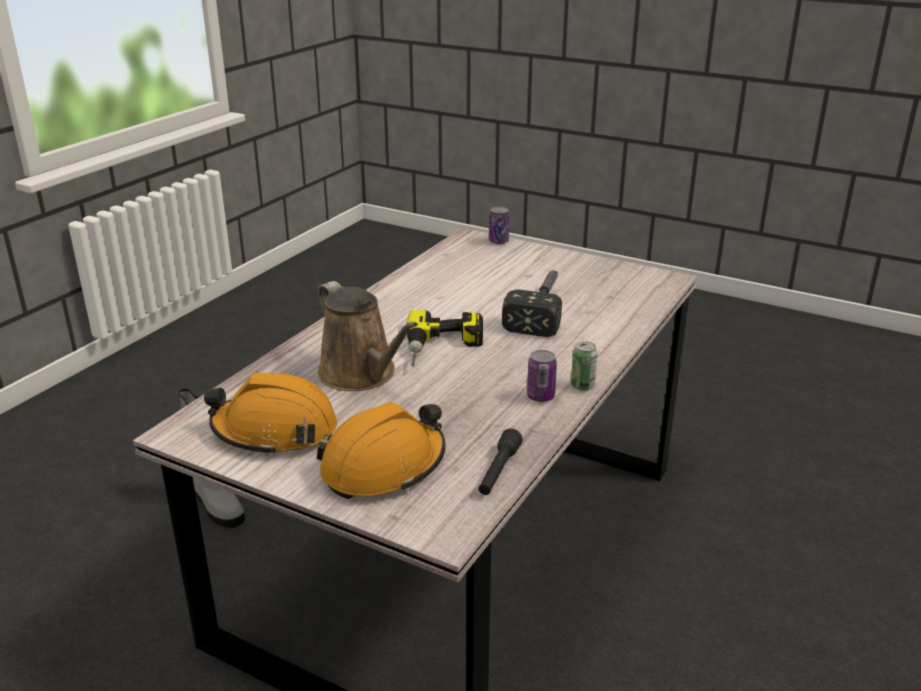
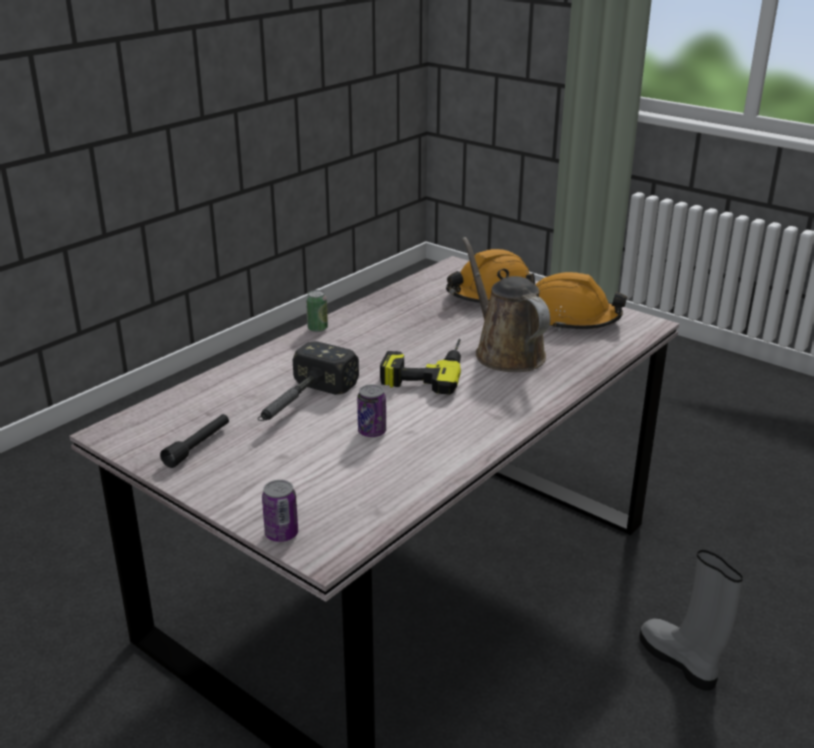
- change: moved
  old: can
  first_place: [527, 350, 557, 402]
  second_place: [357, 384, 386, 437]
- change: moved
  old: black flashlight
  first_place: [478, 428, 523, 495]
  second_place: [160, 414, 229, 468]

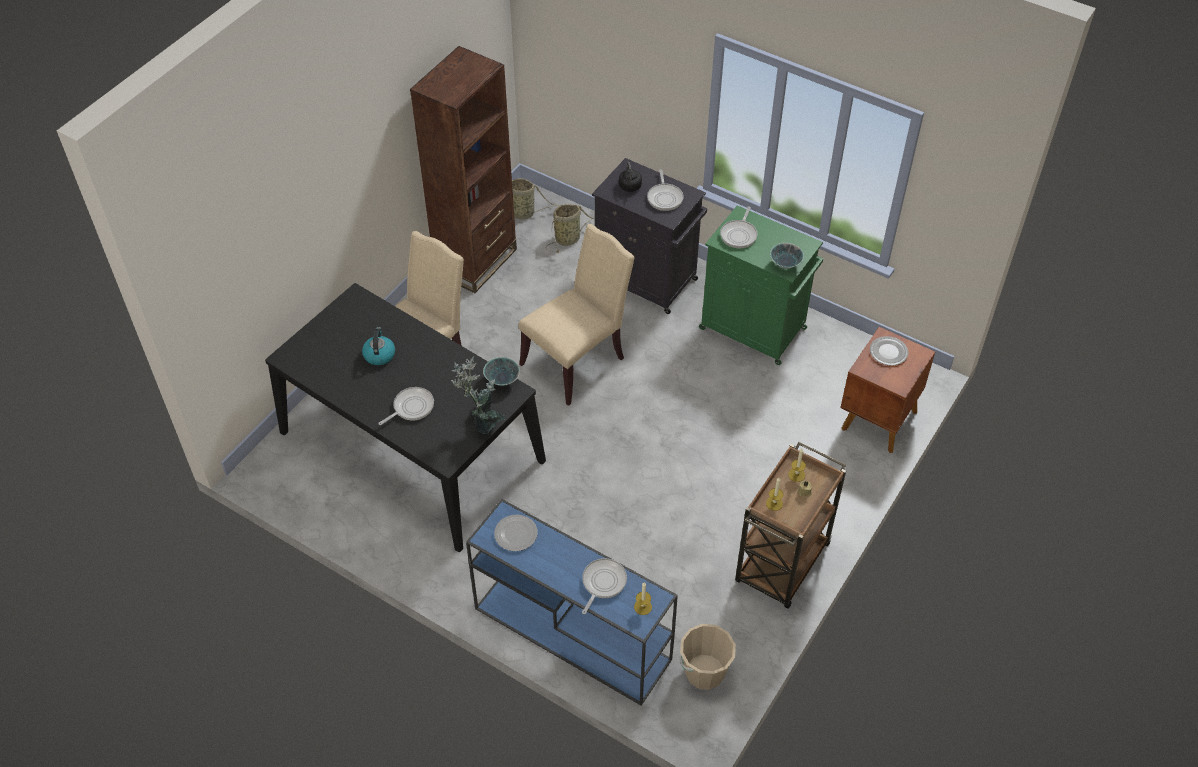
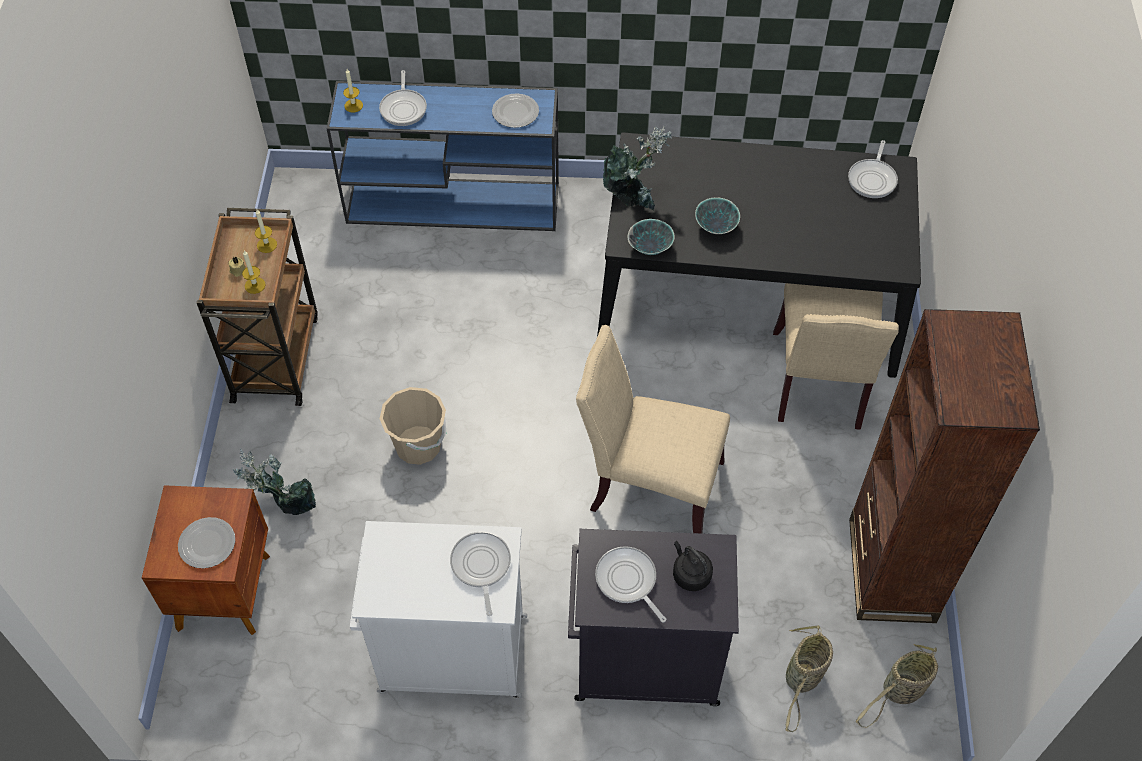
- change: recoloured
  old: green cabinet
  new: white cabinet
  first_place: [699, 205, 823, 365]
  second_place: [350, 521, 527, 699]
- change: turned
  old: beige chair
  first_place: [519, 224, 634, 406]
  second_place: [576, 325, 730, 534]
  degrees: 90
- change: moved
  old: bowl
  first_place: [770, 243, 804, 269]
  second_place: [695, 197, 740, 234]
- change: removed
  old: kettle
  first_place: [362, 327, 395, 365]
- change: moved
  old: frying pan
  first_place: [378, 387, 434, 425]
  second_place: [848, 140, 898, 198]
- change: moved
  old: beige bucket
  first_place: [679, 624, 736, 690]
  second_place: [380, 387, 446, 465]
- change: added
  new: potted plant
  second_place: [232, 448, 316, 515]

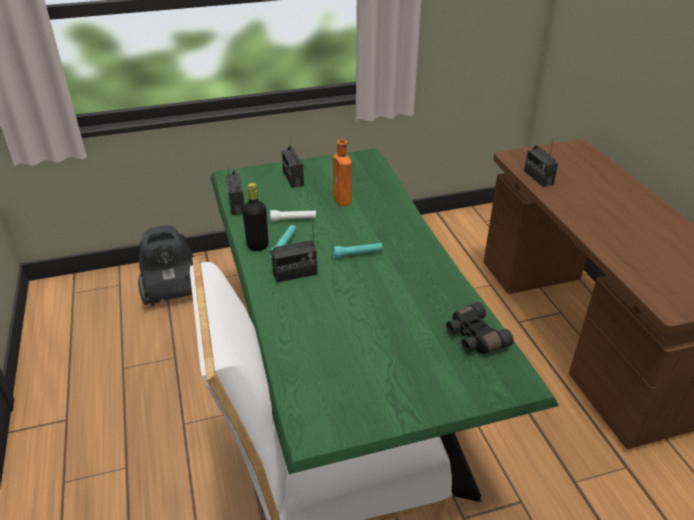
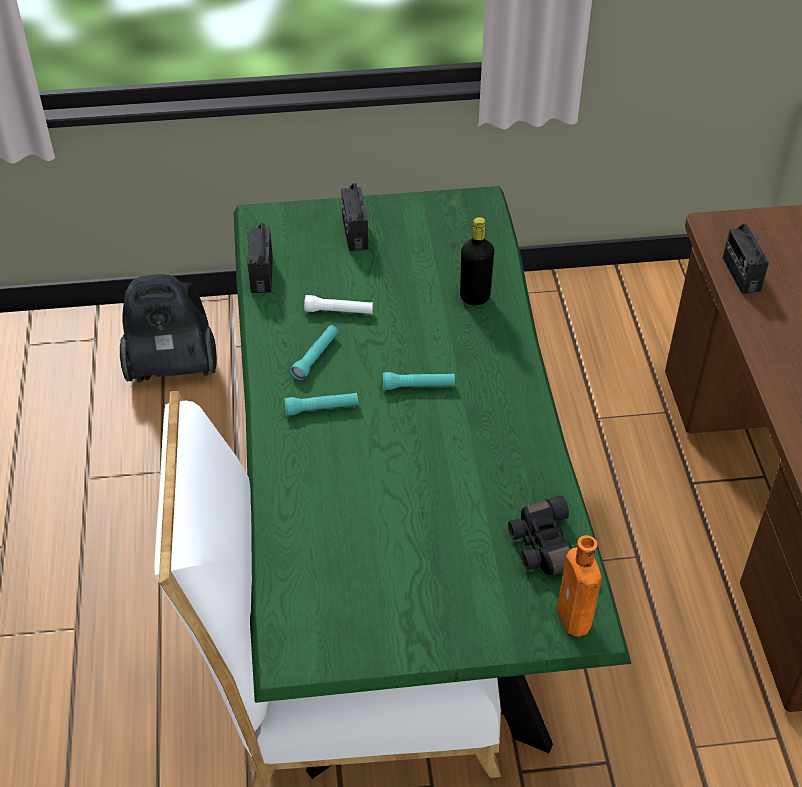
- change: moved
  old: orange bottle
  first_place: [333, 140, 352, 206]
  second_place: [557, 535, 602, 637]
- change: moved
  old: black bottle
  first_place: [242, 183, 269, 251]
  second_place: [460, 217, 494, 305]
- change: replaced
  old: radio
  new: turquoise flashlight
  first_place: [271, 221, 318, 283]
  second_place: [284, 393, 358, 416]

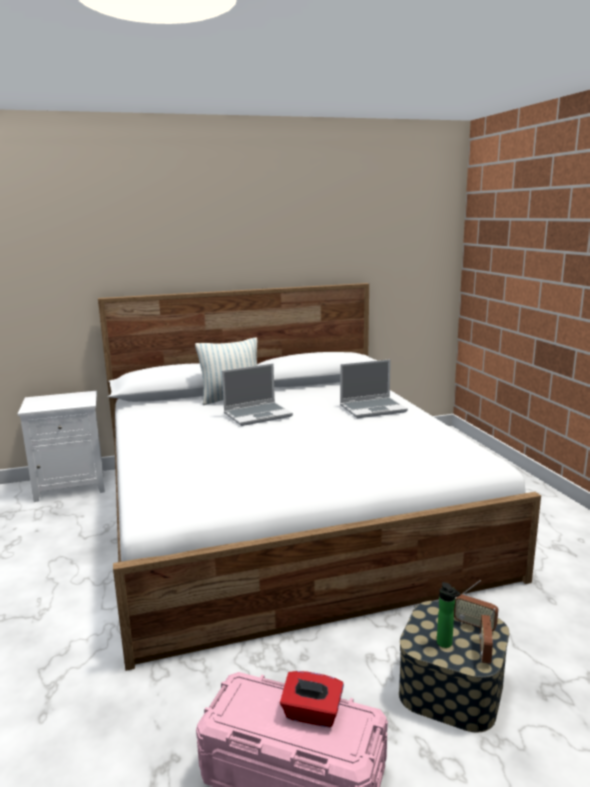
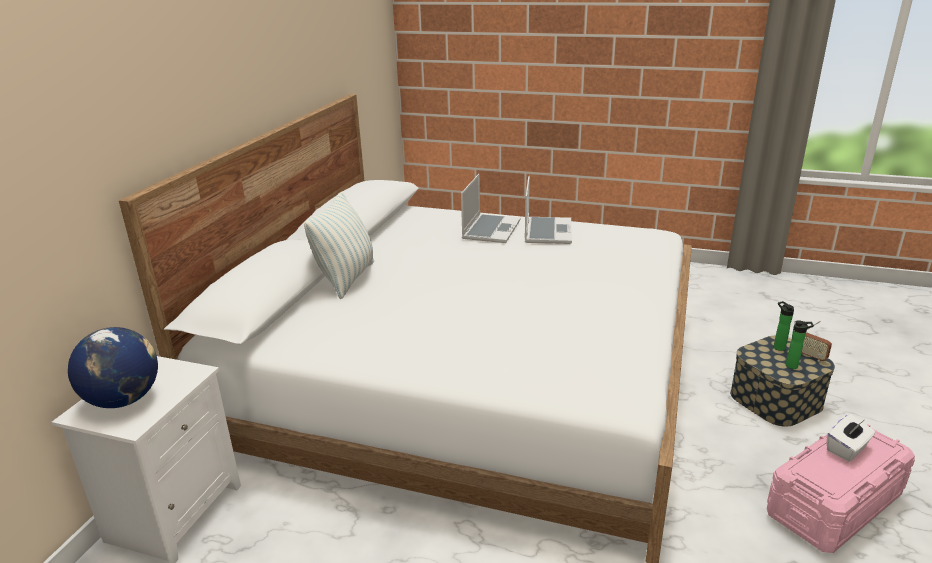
- change: moved
  old: laptop
  first_place: [222, 363, 293, 426]
  second_place: [525, 176, 572, 244]
- change: replaced
  old: radio
  new: bottle
  first_place: [454, 580, 498, 631]
  second_place: [774, 301, 794, 351]
- change: recoloured
  old: red tissue box
  new: white tissue box
  first_place: [280, 671, 344, 728]
  second_place: [827, 414, 875, 461]
- change: added
  new: globe
  second_place: [68, 327, 158, 408]

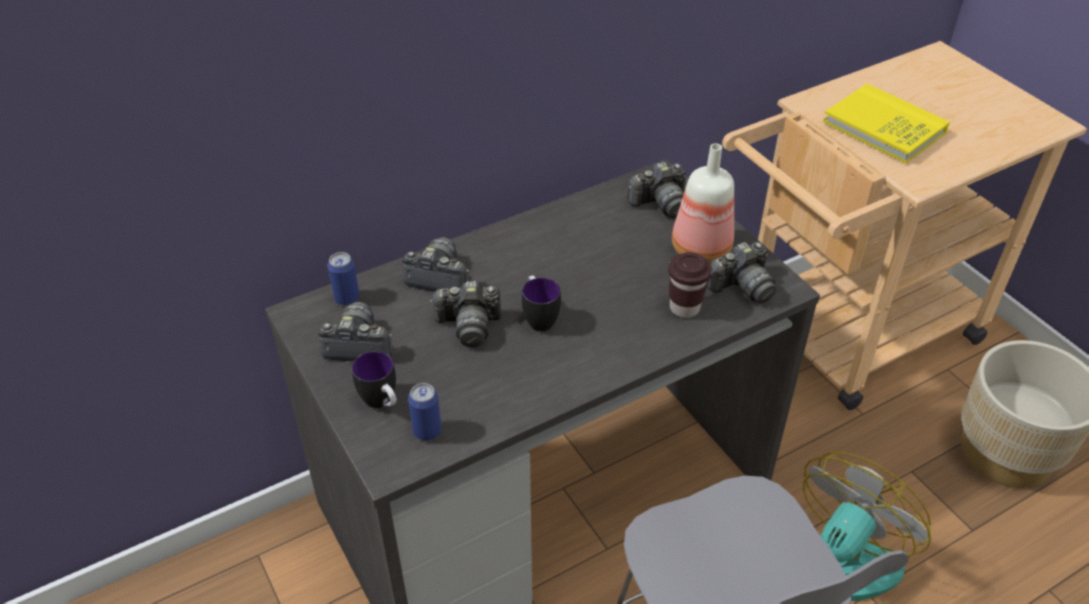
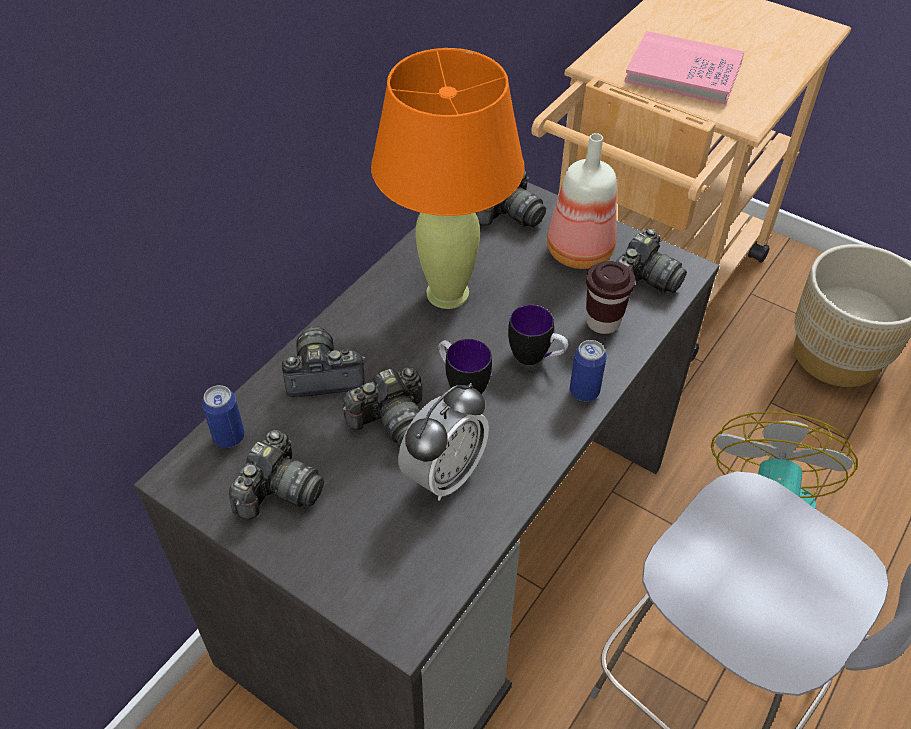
- change: recoloured
  old: yellow book
  new: pink book
  first_place: [823, 84, 950, 164]
  second_place: [624, 31, 745, 105]
- change: turned
  old: photo camera
  first_place: [318, 302, 392, 361]
  second_place: [229, 430, 324, 520]
  degrees: 135
- change: moved
  old: mug
  first_place: [352, 351, 397, 408]
  second_place: [508, 305, 568, 365]
- change: moved
  old: can
  first_place: [408, 383, 442, 441]
  second_place: [570, 340, 607, 401]
- change: added
  new: orange table lamp
  second_place: [371, 48, 524, 309]
- change: added
  new: alarm clock
  second_place: [398, 383, 489, 501]

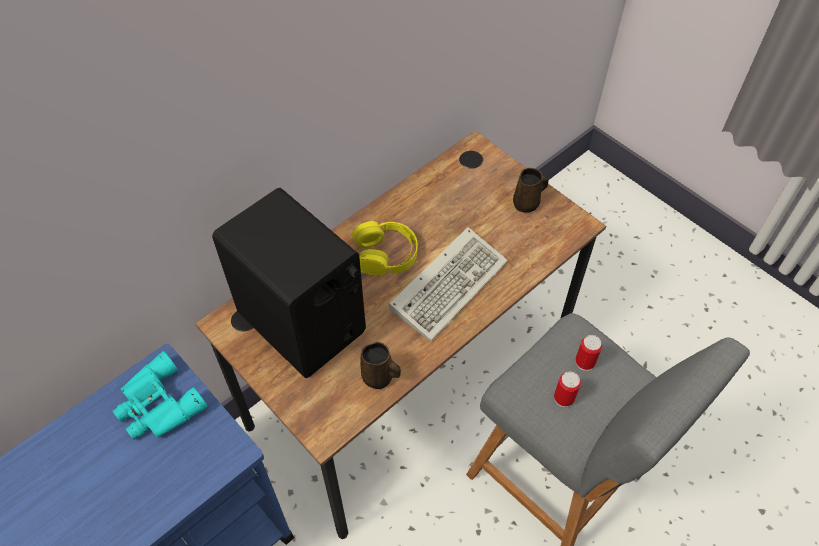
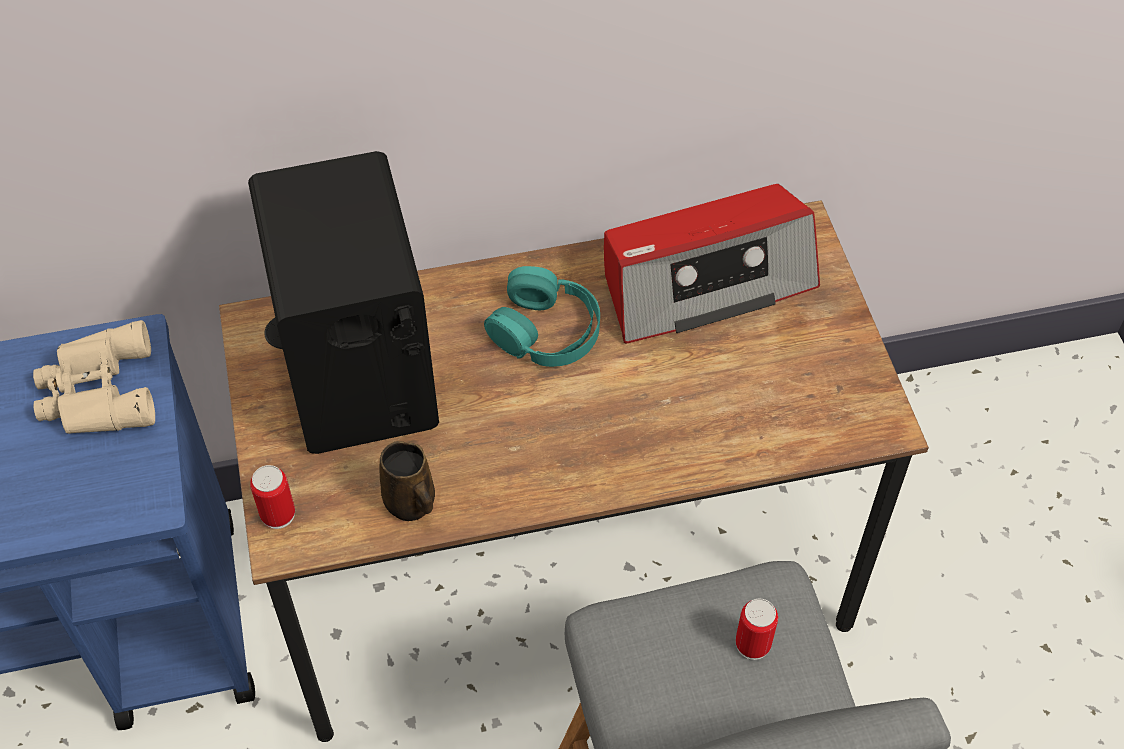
- change: removed
  old: brown mug
  first_place: [513, 168, 549, 213]
- change: recoloured
  old: yellow headphones
  new: turquoise headphones
  first_place: [352, 221, 418, 275]
  second_place: [484, 266, 600, 367]
- change: removed
  old: keyboard
  first_place: [389, 227, 508, 341]
- change: recoloured
  old: turquoise binoculars
  new: beige binoculars
  first_place: [113, 351, 208, 440]
  second_place: [33, 320, 155, 434]
- change: moved
  old: can
  first_place: [554, 371, 581, 407]
  second_place: [250, 465, 295, 529]
- change: added
  new: radio
  second_place: [604, 184, 820, 344]

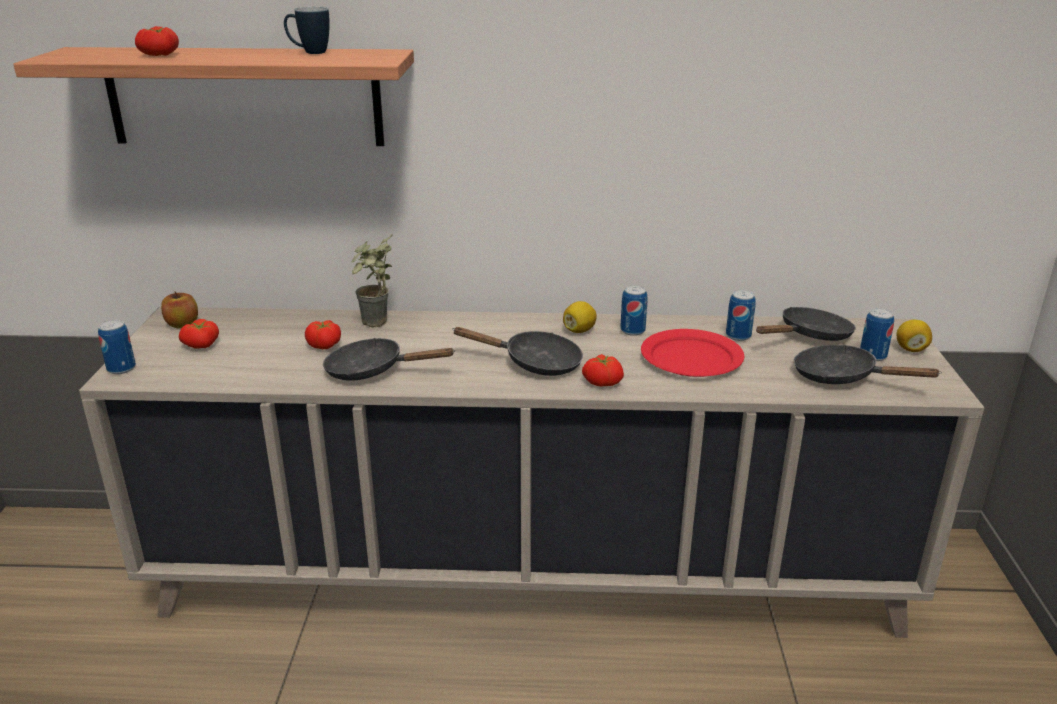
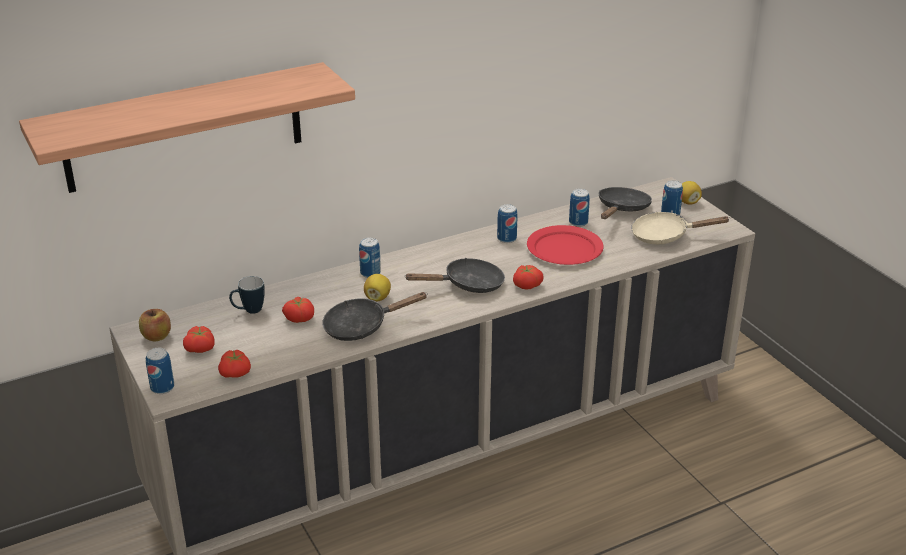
- change: moved
  old: mug
  first_place: [284, 7, 330, 54]
  second_place: [229, 276, 265, 314]
- change: moved
  old: tomato
  first_place: [135, 26, 179, 56]
  second_place: [218, 350, 251, 378]
- change: removed
  old: potted plant
  first_place: [352, 233, 393, 328]
- change: moved
  old: lemon
  first_place: [563, 301, 597, 333]
  second_place: [364, 274, 391, 301]
- change: recoloured
  old: black frying pan
  new: beige frying pan
  first_place: [794, 345, 942, 384]
  second_place: [631, 212, 730, 244]
- change: added
  new: can
  second_place: [359, 237, 381, 278]

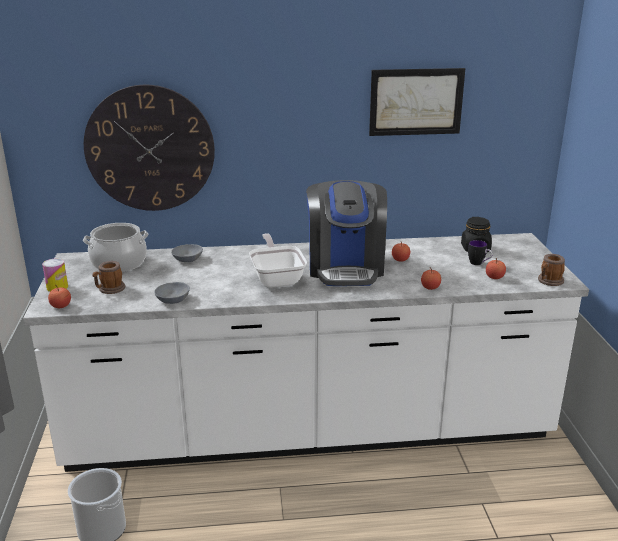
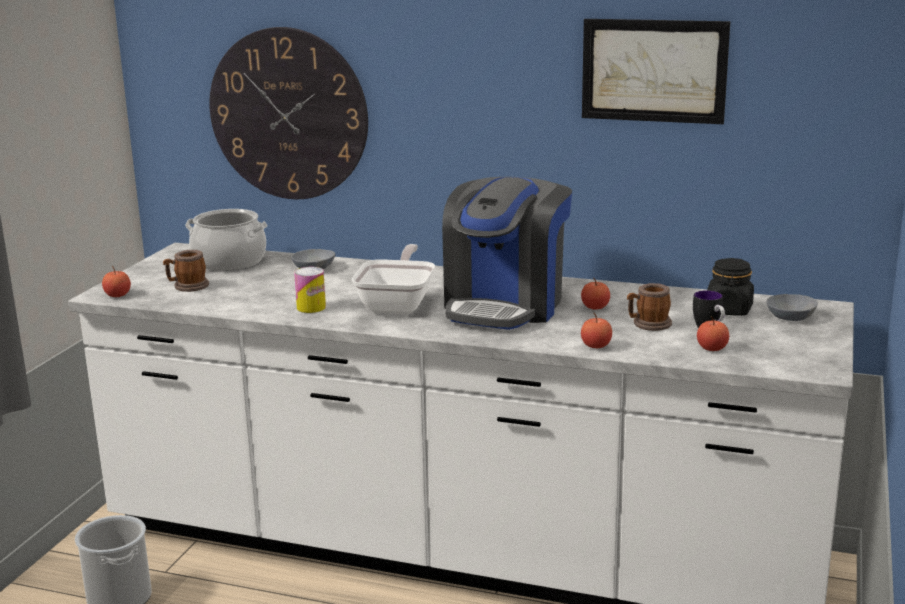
- change: moved
  old: mug
  first_place: [538, 254, 565, 286]
  second_place: [627, 283, 672, 331]
- change: moved
  old: can
  first_place: [42, 258, 68, 292]
  second_place: [294, 267, 326, 313]
- change: moved
  old: grey bowl
  first_place: [154, 282, 190, 304]
  second_place: [766, 294, 818, 321]

